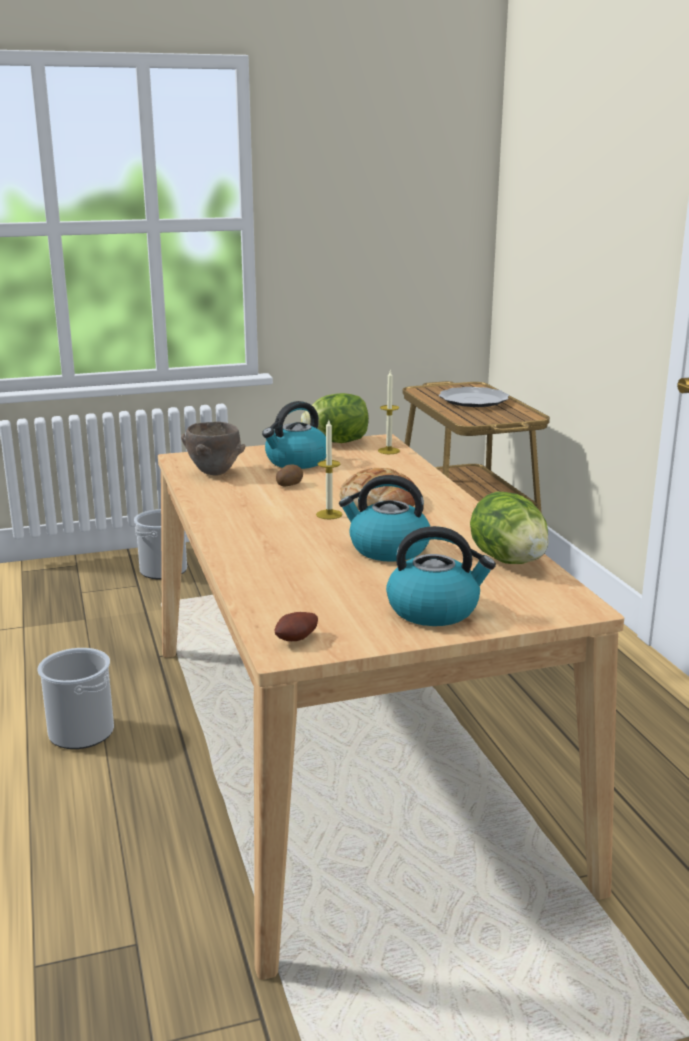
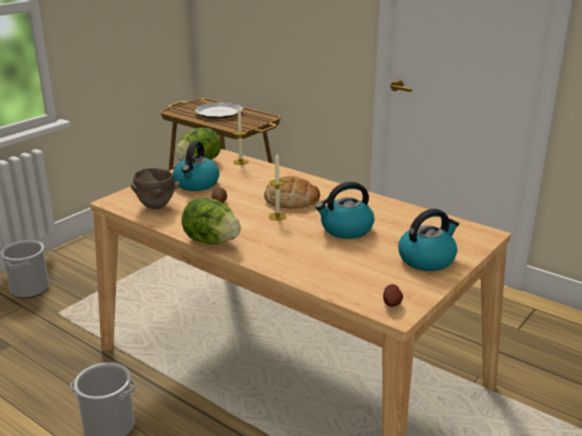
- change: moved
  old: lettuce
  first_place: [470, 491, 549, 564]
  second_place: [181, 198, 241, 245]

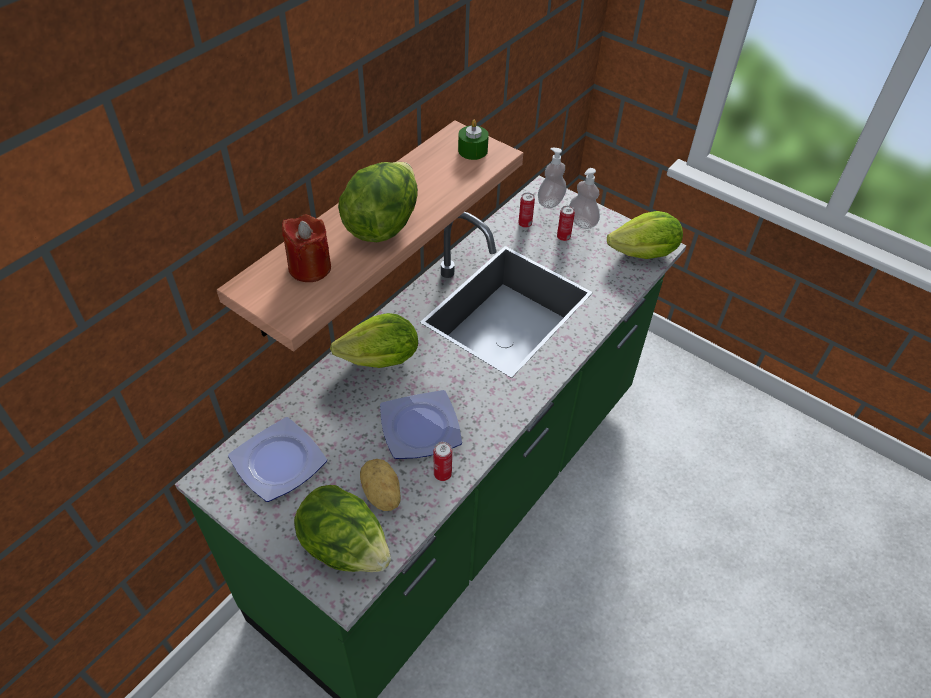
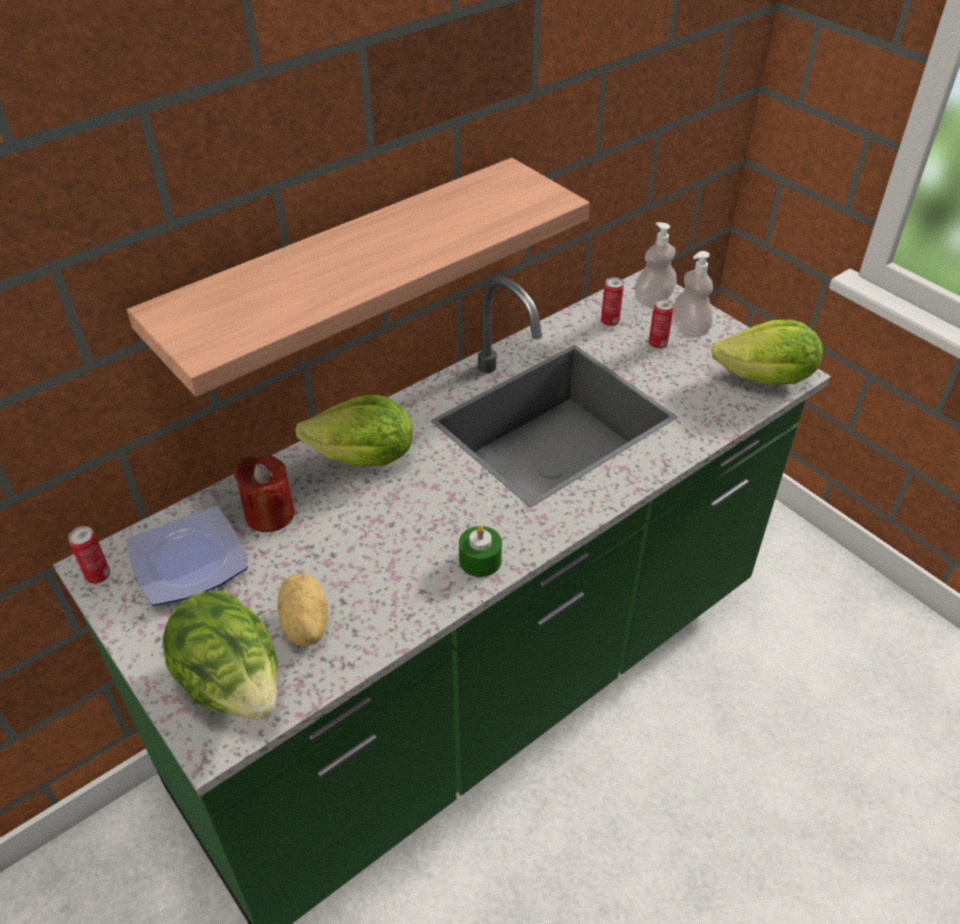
- change: moved
  old: green candle
  first_place: [458, 120, 489, 160]
  second_place: [459, 526, 502, 577]
- change: removed
  old: lettuce
  first_place: [338, 162, 418, 242]
- change: moved
  old: red candle
  first_place: [282, 215, 331, 282]
  second_place: [234, 455, 295, 532]
- change: removed
  old: plate
  first_place: [380, 390, 462, 459]
- change: moved
  old: can
  first_place: [434, 442, 452, 481]
  second_place: [68, 526, 110, 584]

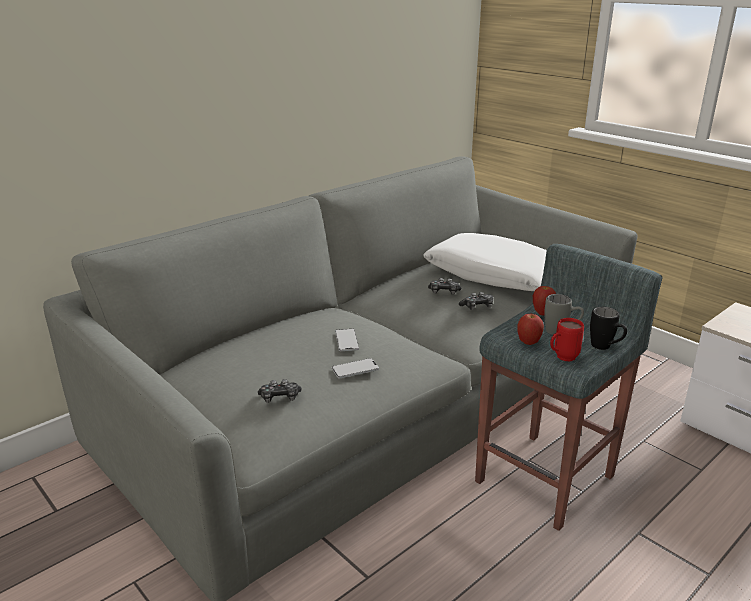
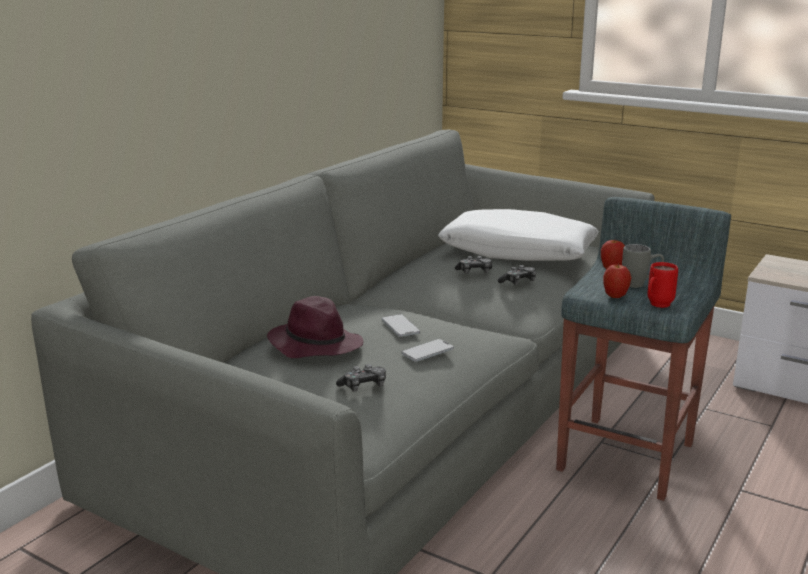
- change: removed
  old: black mug
  first_place: [590, 307, 627, 350]
- change: added
  new: purple hat
  second_place: [267, 296, 364, 358]

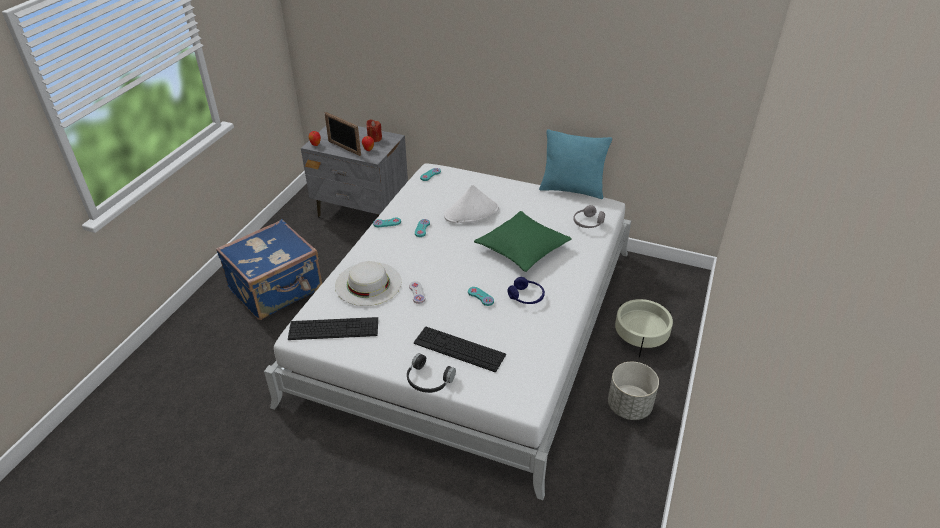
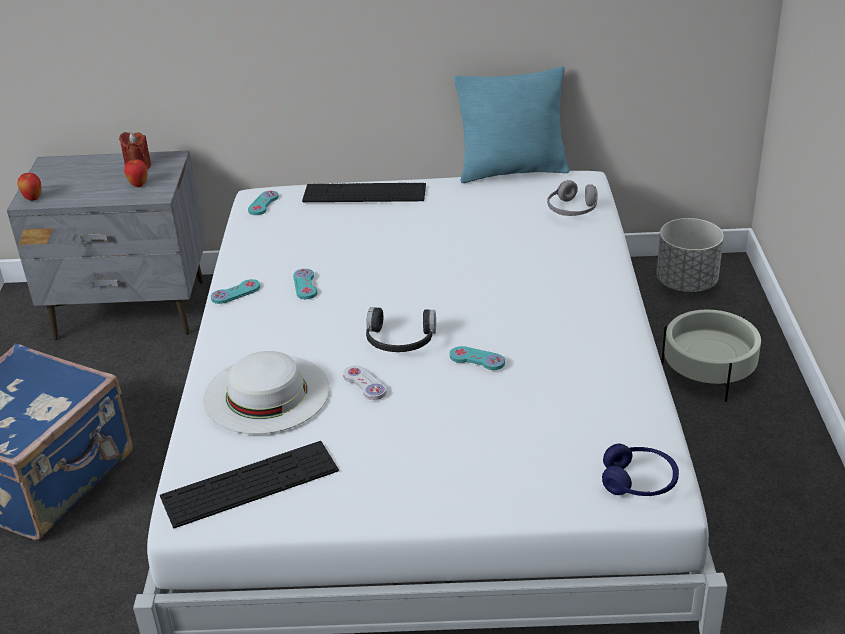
- change: removed
  old: picture frame
  first_place: [325, 112, 361, 156]
- change: removed
  old: white hat
  first_place: [444, 185, 499, 223]
- change: removed
  old: green pillow
  first_place: [474, 211, 572, 272]
- change: moved
  old: blue headphones
  first_place: [507, 277, 545, 304]
  second_place: [602, 444, 679, 496]
- change: moved
  old: keyboard
  first_place: [414, 326, 506, 372]
  second_place: [302, 183, 426, 202]
- change: moved
  old: black headphones
  first_place: [407, 353, 456, 393]
  second_place: [366, 307, 436, 352]
- change: moved
  old: grey planter
  first_place: [608, 362, 659, 420]
  second_place: [657, 218, 724, 292]

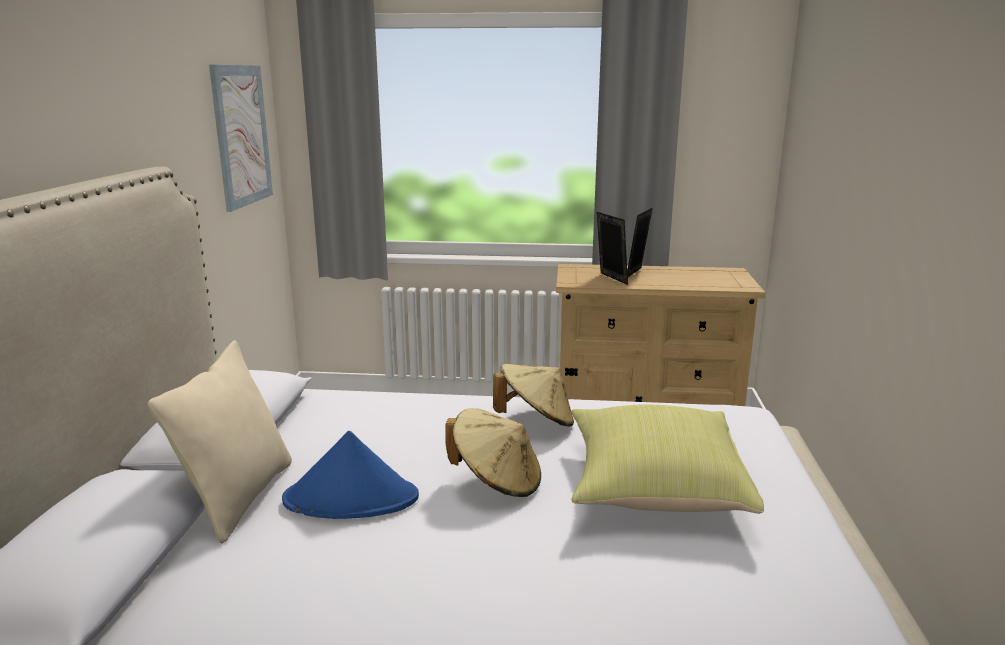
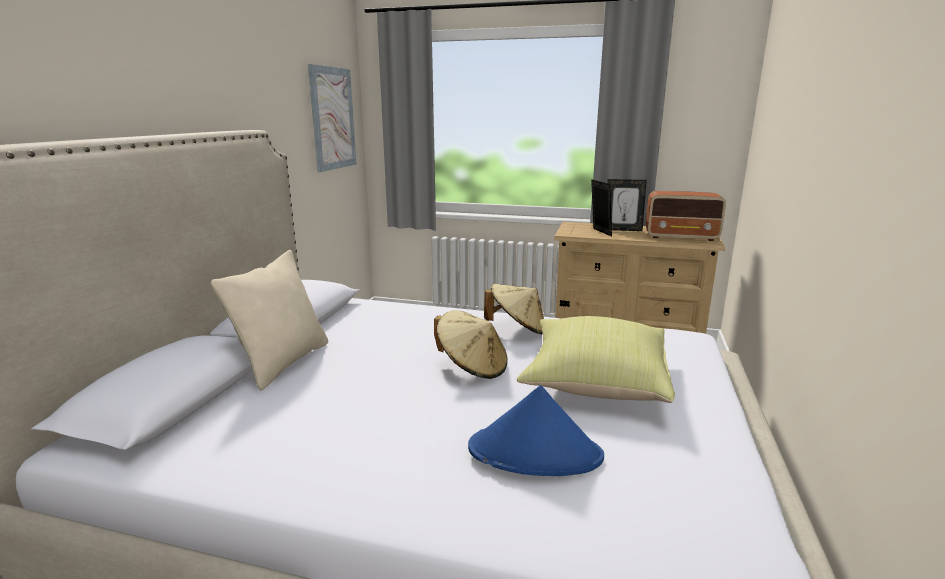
- change: turned
  old: picture frame
  first_place: [627, 208, 652, 277]
  second_place: [607, 179, 647, 231]
  degrees: -120
- change: moved
  old: blue hat
  first_place: [282, 431, 419, 519]
  second_place: [468, 385, 604, 476]
- change: added
  new: radio
  second_place: [646, 191, 726, 241]

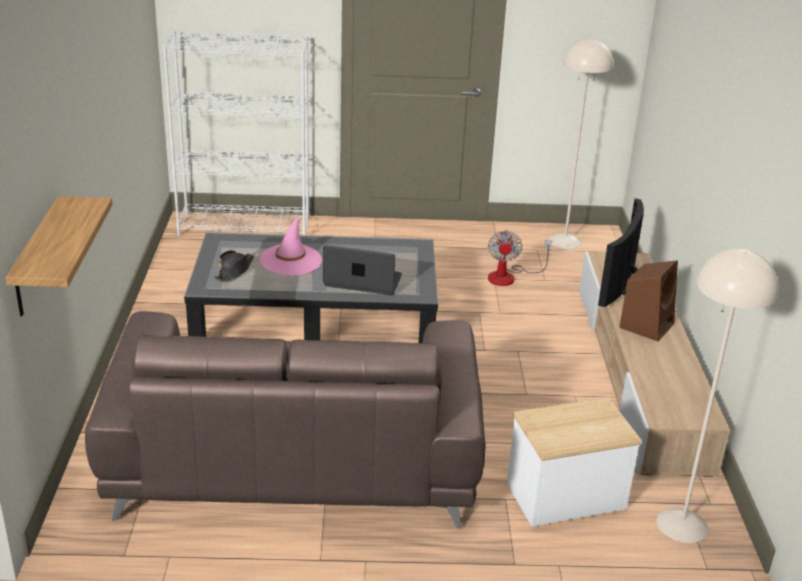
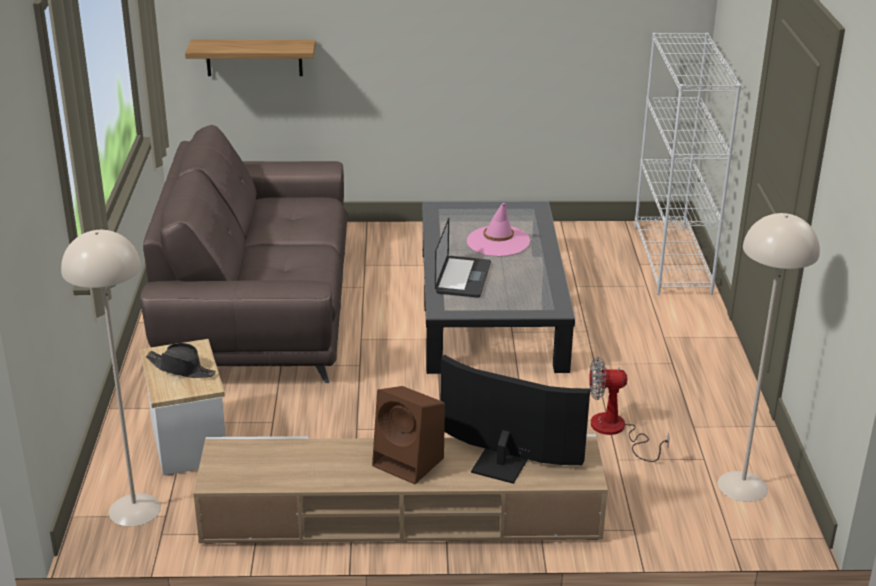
- change: moved
  old: black hat
  first_place: [214, 250, 254, 281]
  second_place: [146, 343, 216, 378]

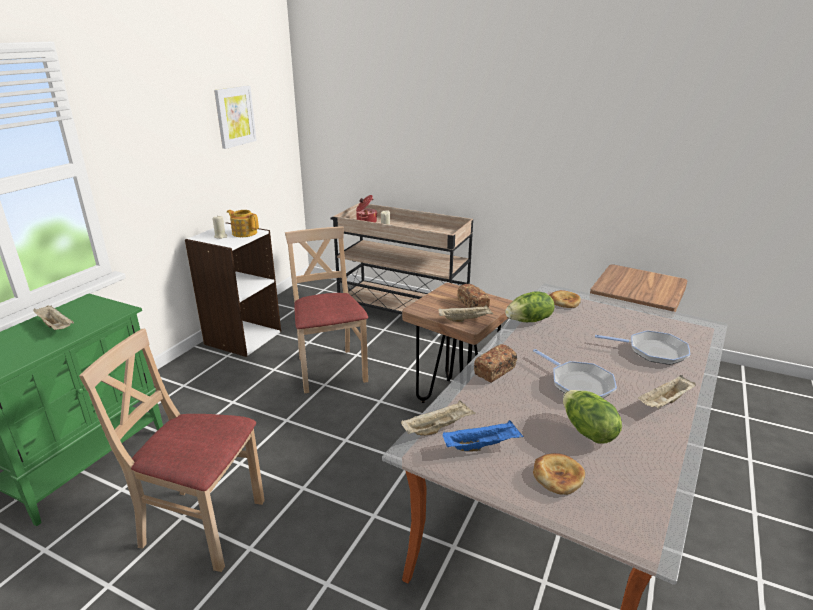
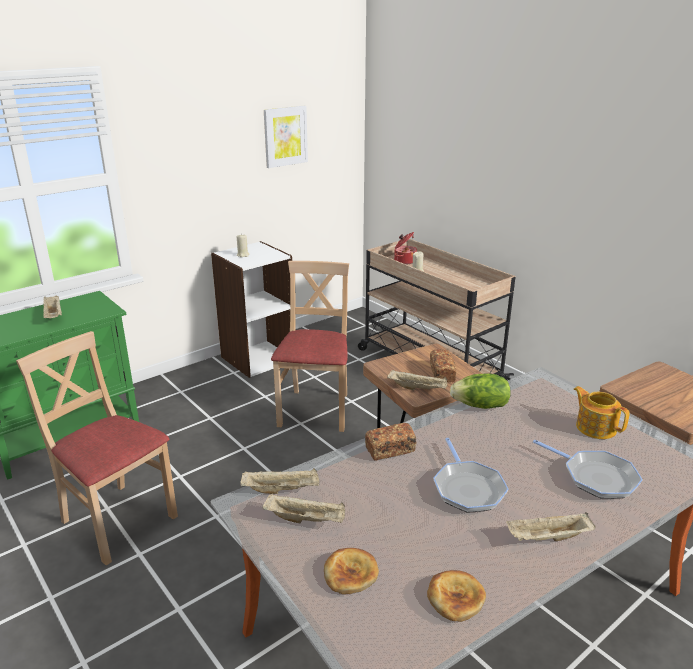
- change: moved
  old: teapot
  first_place: [227, 210, 259, 237]
  second_place: [573, 386, 629, 439]
- change: moved
  old: bread
  first_place: [549, 290, 581, 308]
  second_place: [427, 570, 486, 622]
- change: removed
  old: lettuce
  first_place: [563, 390, 622, 444]
- change: recoloured
  old: blue tray
  new: beige tray
  first_place: [443, 420, 524, 452]
  second_place: [262, 494, 345, 524]

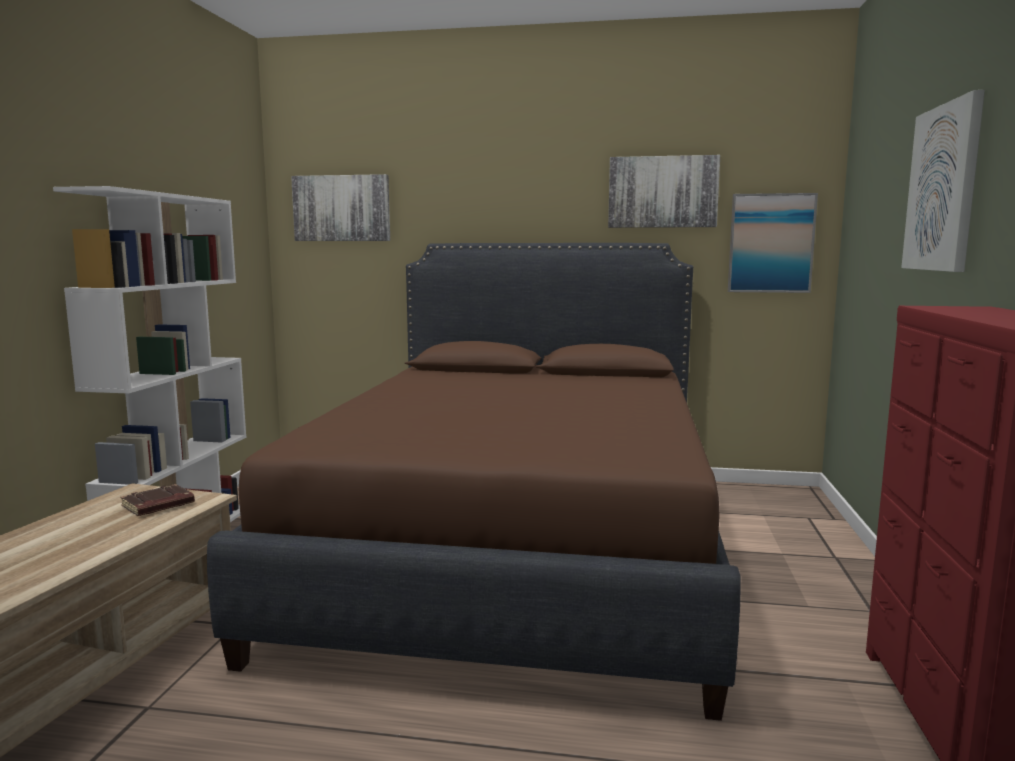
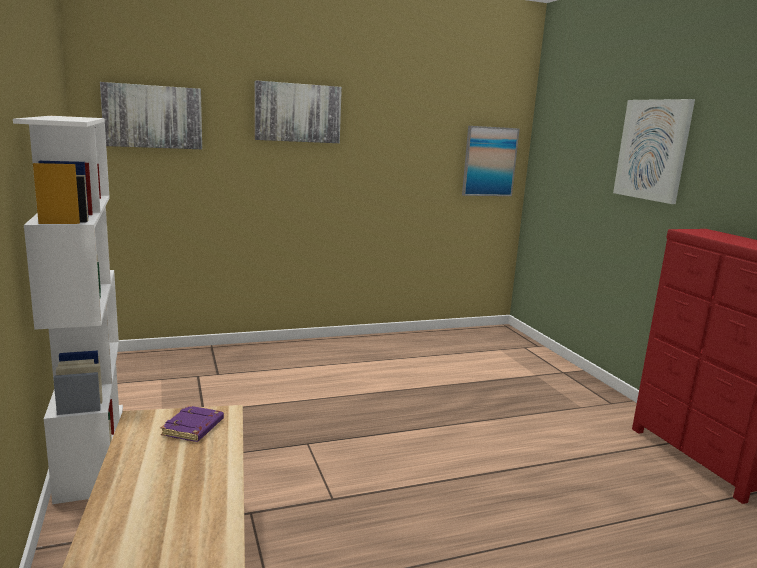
- change: moved
  old: picture
  first_place: [608, 155, 720, 228]
  second_place: [255, 80, 342, 143]
- change: removed
  old: brown bed
  first_place: [207, 243, 740, 721]
- change: recoloured
  old: brown book
  new: purple book
  first_place: [120, 484, 195, 516]
  second_place: [160, 405, 224, 442]

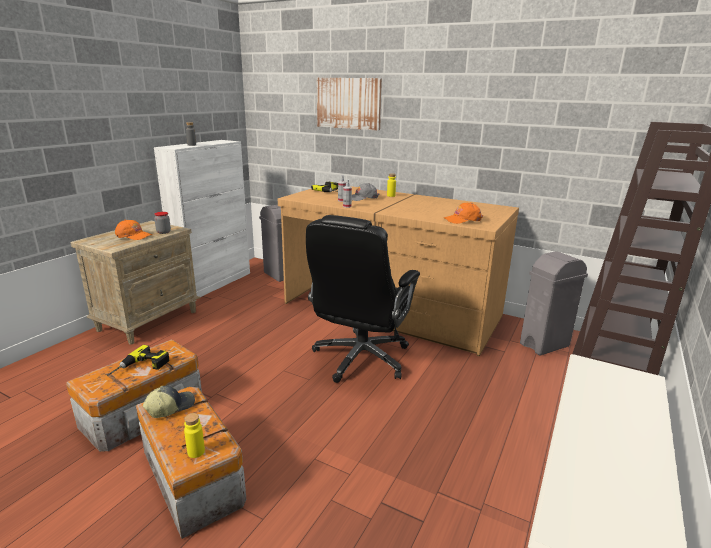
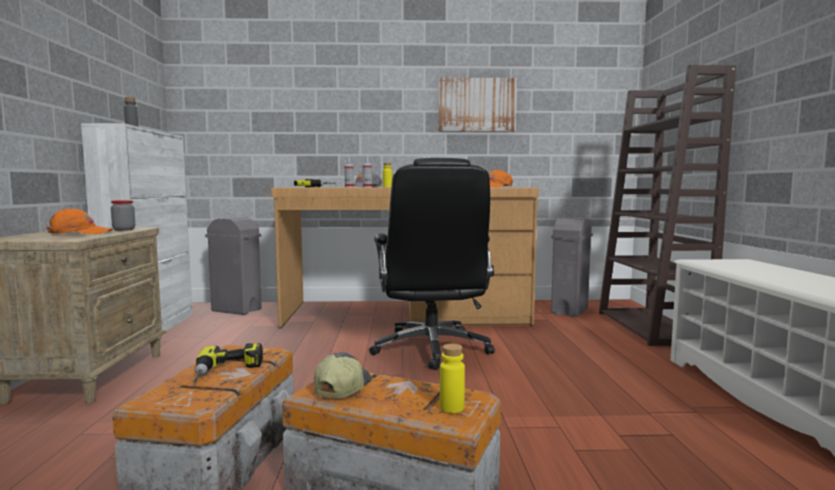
- change: moved
  old: picture
  first_place: [317, 78, 382, 130]
  second_place: [438, 77, 517, 132]

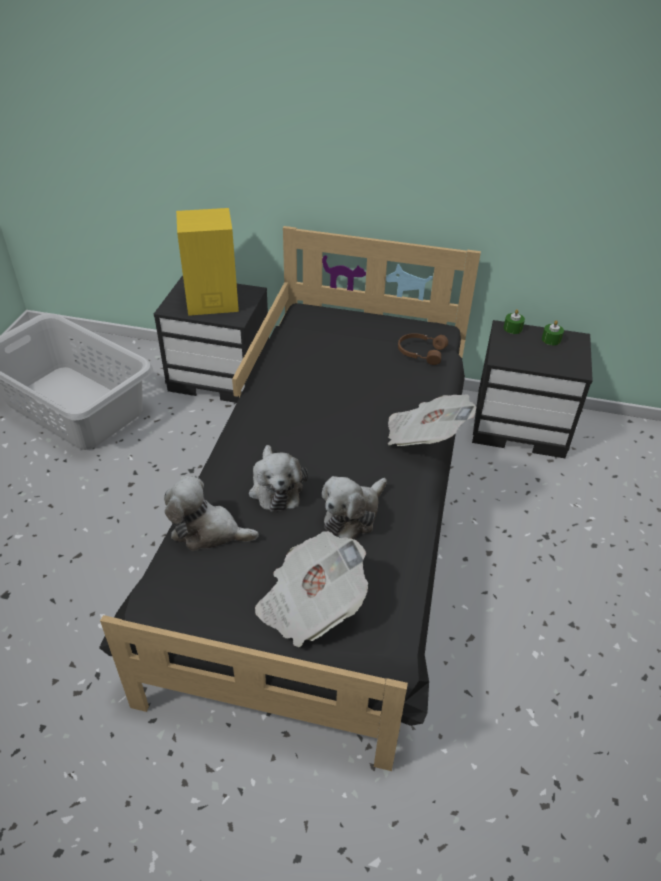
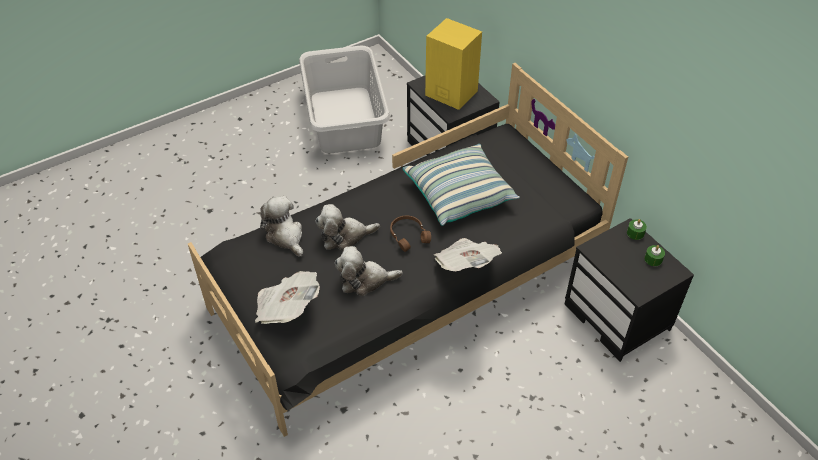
- change: moved
  old: brown headphones
  first_place: [398, 333, 448, 365]
  second_place: [390, 216, 431, 252]
- change: turned
  old: plush toy
  first_place: [249, 445, 308, 512]
  second_place: [315, 204, 380, 250]
  degrees: 45
- change: added
  new: pillow
  second_place: [402, 144, 520, 226]

